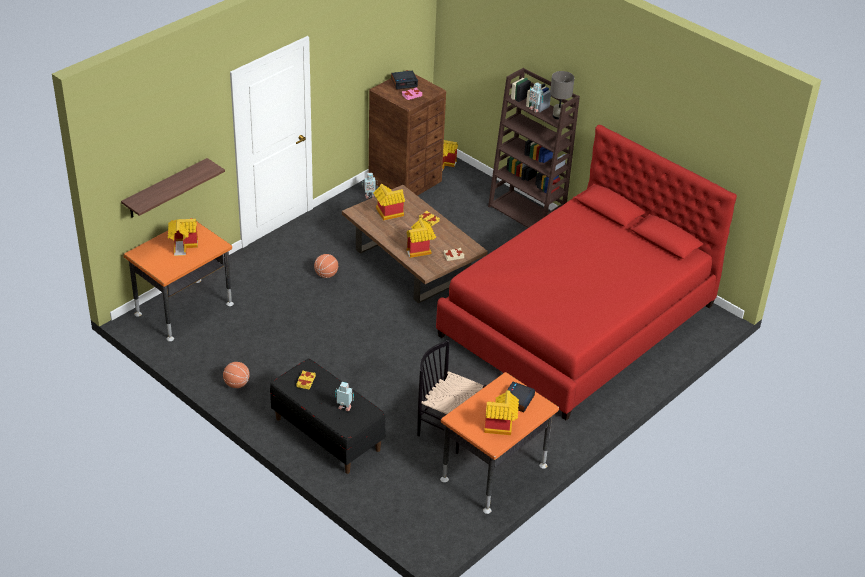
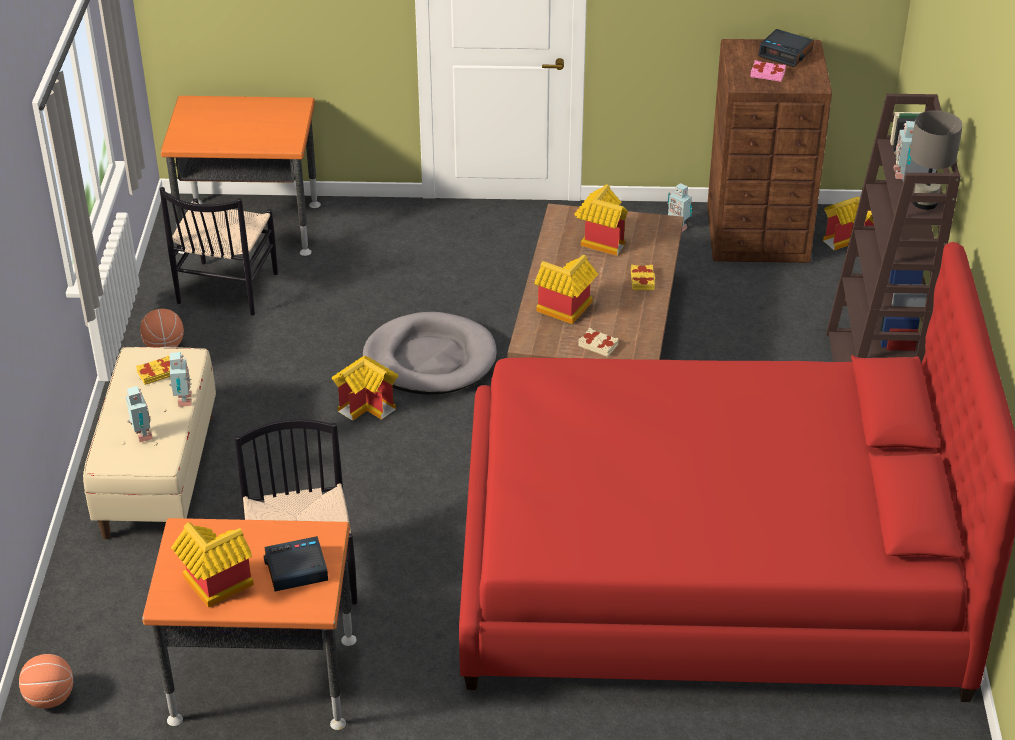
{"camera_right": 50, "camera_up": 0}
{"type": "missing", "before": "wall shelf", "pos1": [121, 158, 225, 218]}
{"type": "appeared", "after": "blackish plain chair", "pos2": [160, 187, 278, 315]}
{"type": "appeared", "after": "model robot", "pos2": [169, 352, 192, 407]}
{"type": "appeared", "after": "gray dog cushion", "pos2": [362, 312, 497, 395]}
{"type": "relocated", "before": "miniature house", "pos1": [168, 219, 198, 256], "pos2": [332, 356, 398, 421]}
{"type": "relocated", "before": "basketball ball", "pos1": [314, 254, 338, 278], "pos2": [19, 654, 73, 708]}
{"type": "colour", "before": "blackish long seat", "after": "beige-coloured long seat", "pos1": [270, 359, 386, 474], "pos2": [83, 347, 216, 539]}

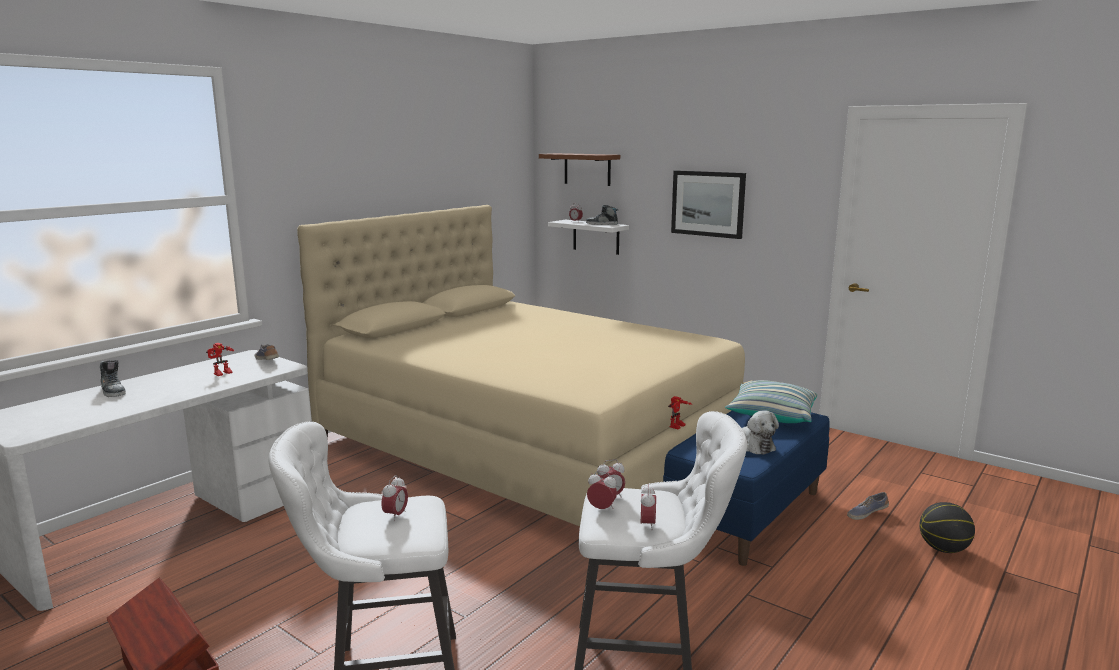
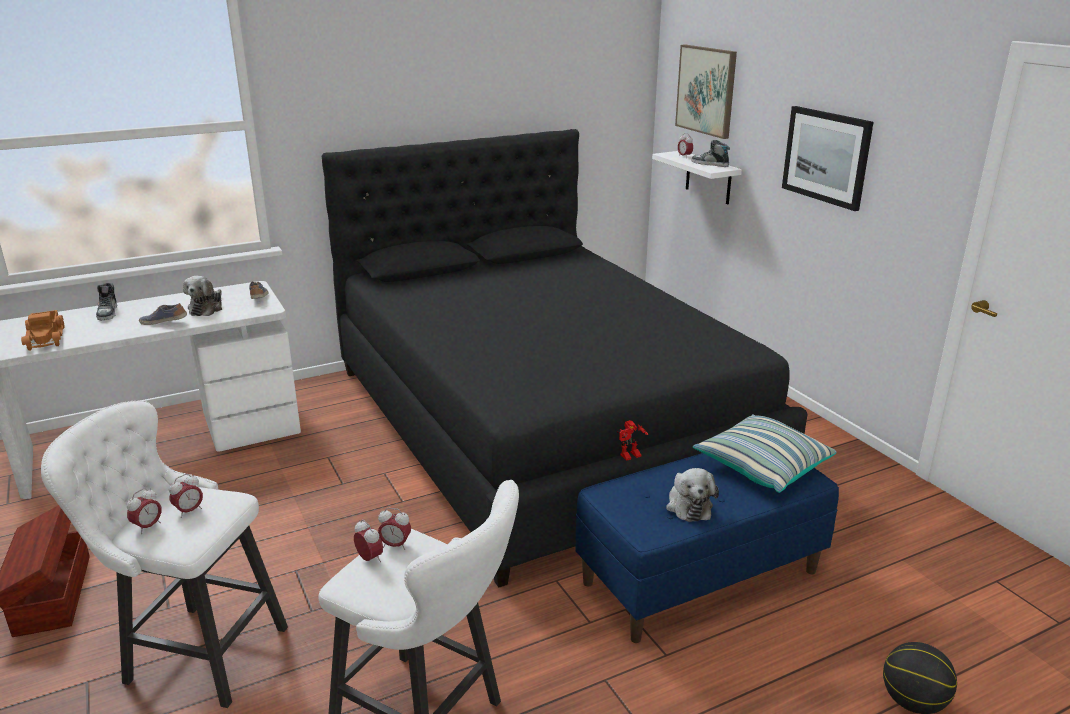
{"camera_right": 25, "camera_up": 10}
{"type": "appeared", "after": "model truck", "pos2": [21, 310, 65, 351]}
{"type": "relocated", "before": "table clock", "pos1": [641, 484, 656, 531], "pos2": [127, 488, 161, 534]}
{"type": "relocated", "before": "item of footwear", "pos1": [847, 492, 889, 520], "pos2": [139, 303, 187, 325]}
{"type": "exchanged", "before": "model robot", "after": "soft toy", "pos1": [206, 343, 234, 376], "pos2": [183, 276, 222, 316]}
{"type": "exchanged", "before": "brownish wall shelf", "after": "wall picture", "pos1": [539, 153, 620, 186], "pos2": [675, 44, 737, 139]}
{"type": "colour", "before": "beige-coloured sleeping bed", "after": "blackish sleeping bed", "pos1": [297, 205, 751, 526], "pos2": [321, 129, 808, 588]}

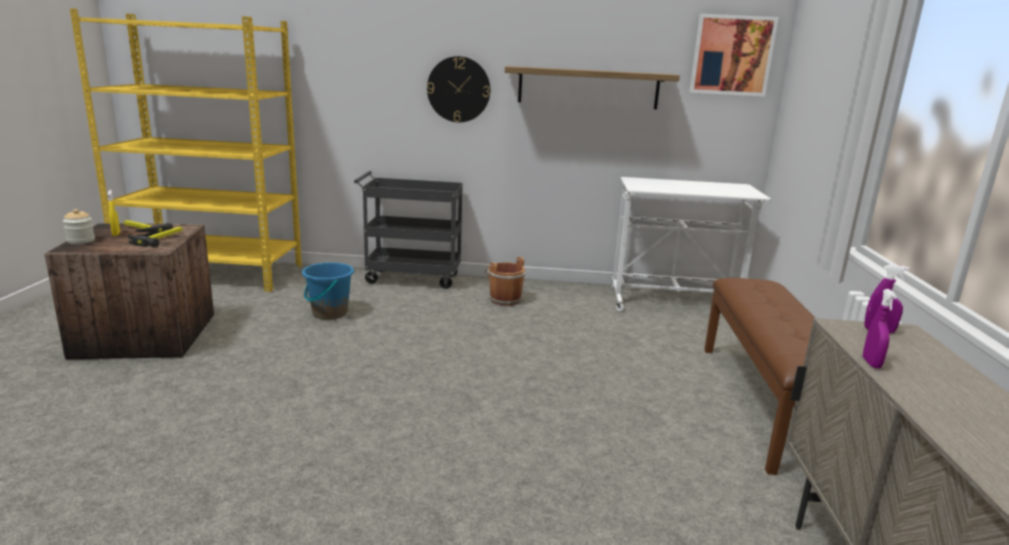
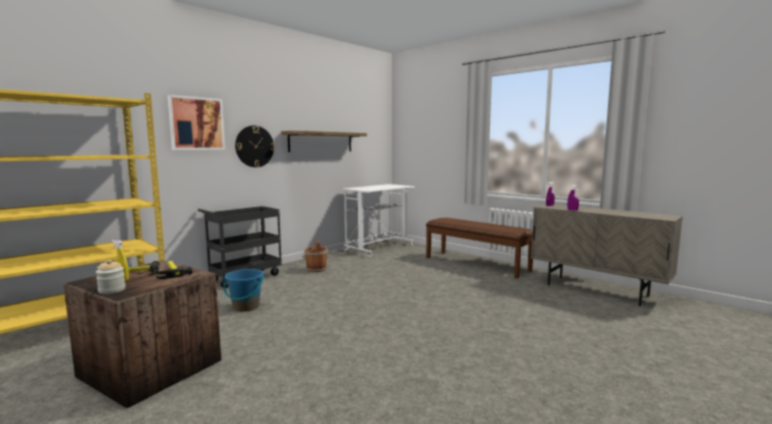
{"camera_right": -50, "camera_up": -10}
{"type": "relocated", "before": "wall picture", "pos1": [689, 14, 779, 96], "pos2": [168, 95, 225, 150]}

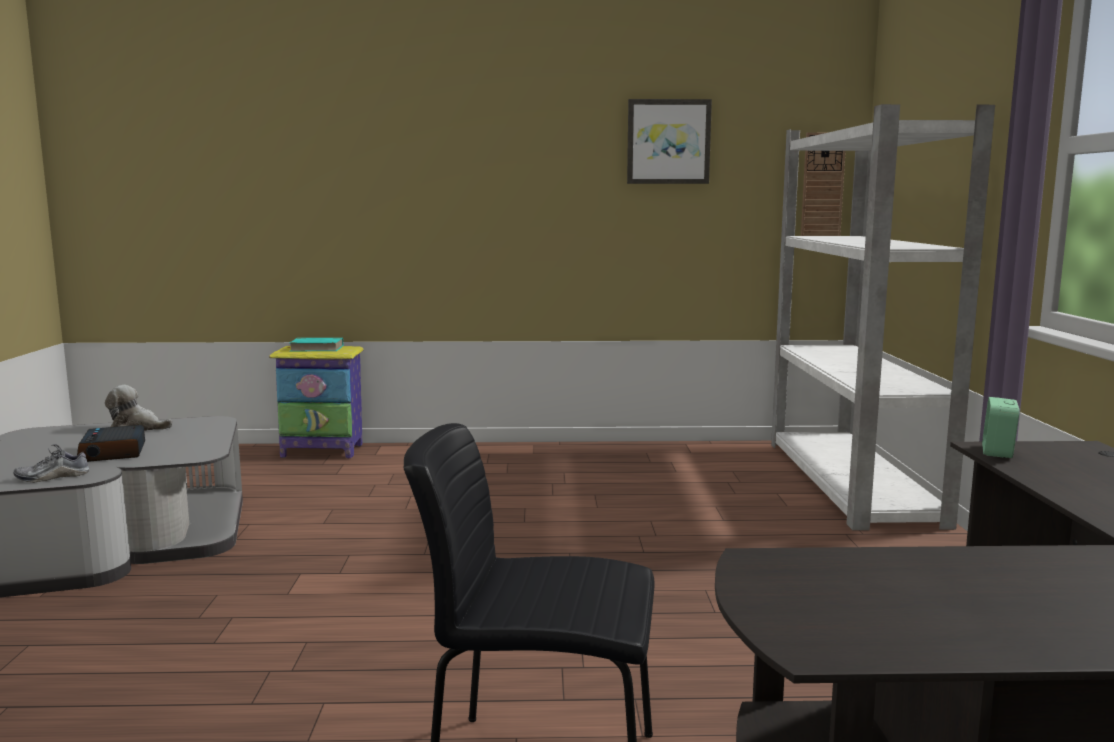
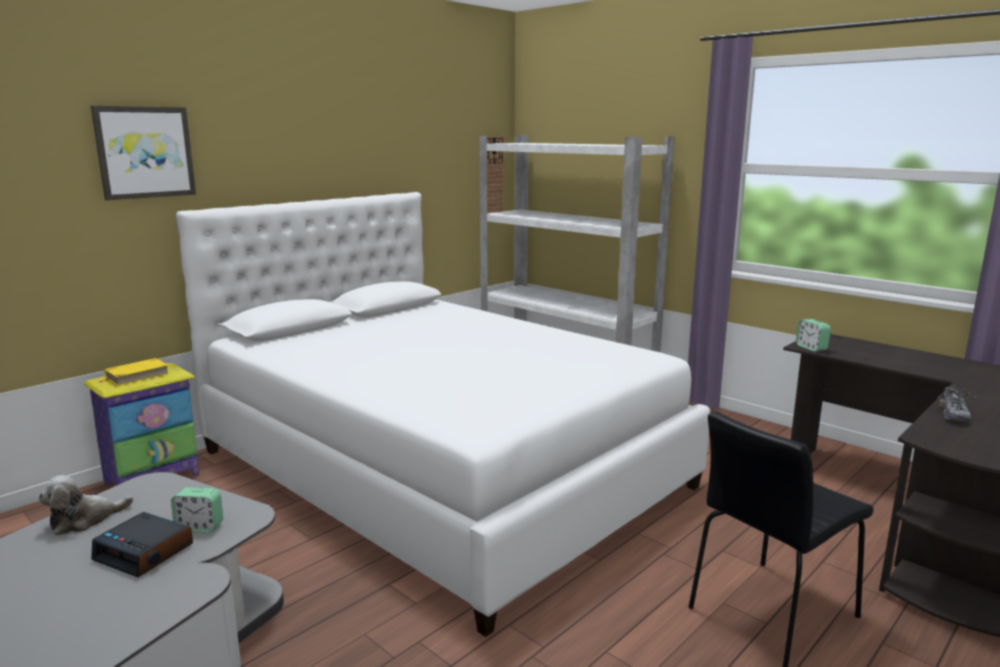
{"camera_right": -45, "camera_up": 5}
{"type": "appeared", "after": "table clock", "pos2": [171, 487, 223, 533]}
{"type": "appeared", "after": "white sleeping bed", "pos2": [176, 192, 710, 637]}
{"type": "relocated", "before": "item of footwear", "pos1": [14, 444, 90, 483], "pos2": [938, 385, 975, 422]}
{"type": "relocated", "before": "wall picture", "pos1": [627, 99, 712, 184], "pos2": [91, 105, 196, 200]}
{"type": "colour", "before": "turquoise book", "after": "yellow book", "pos1": [288, 338, 343, 351], "pos2": [100, 358, 170, 386]}

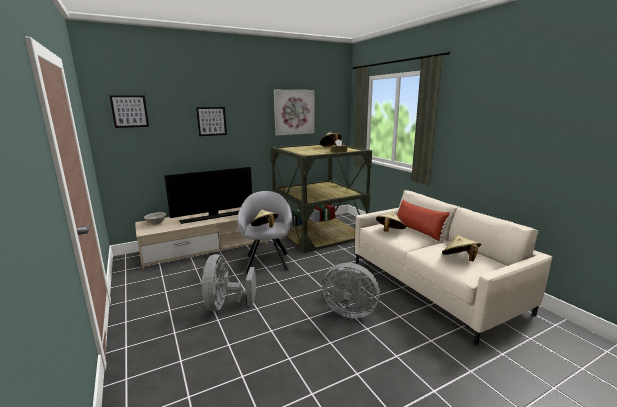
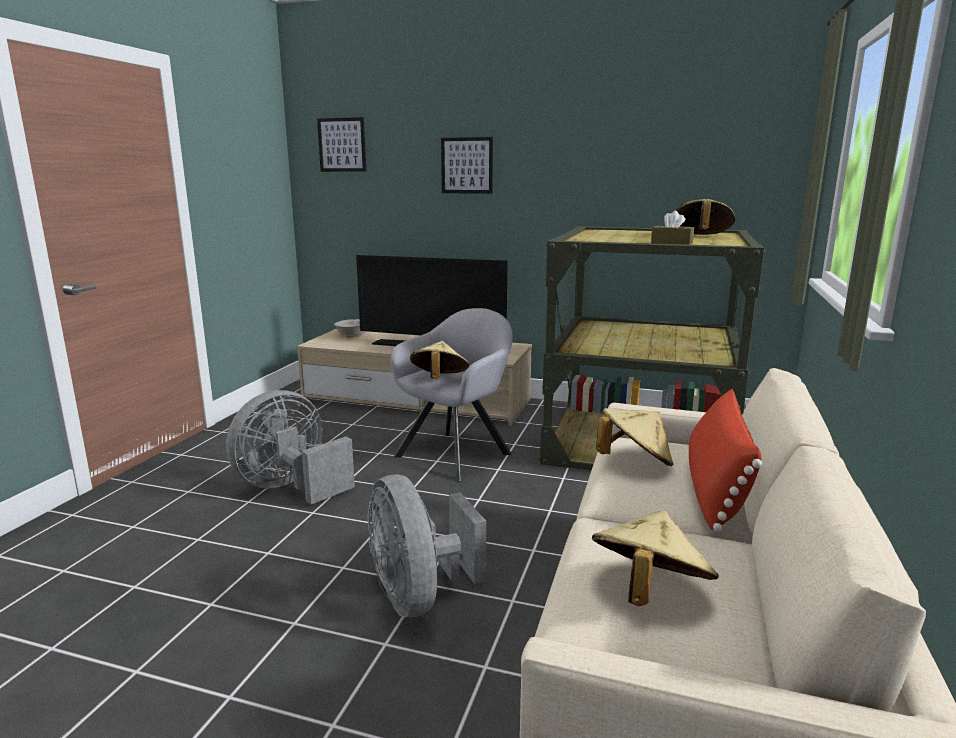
{"camera_right": 45, "camera_up": 0}
{"type": "missing", "before": "wall picture", "pos1": [274, 90, 315, 136]}

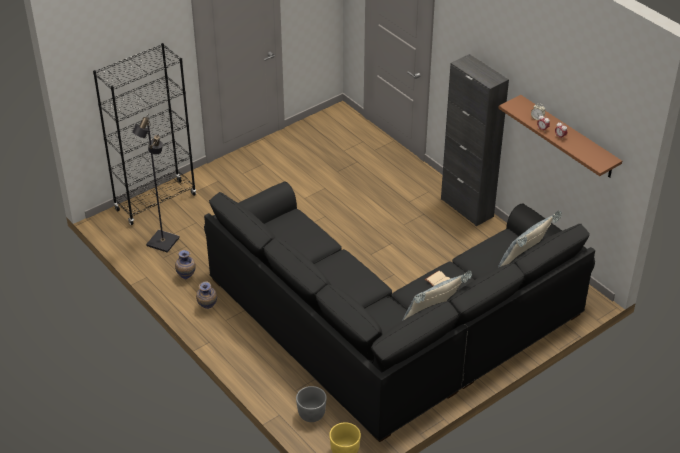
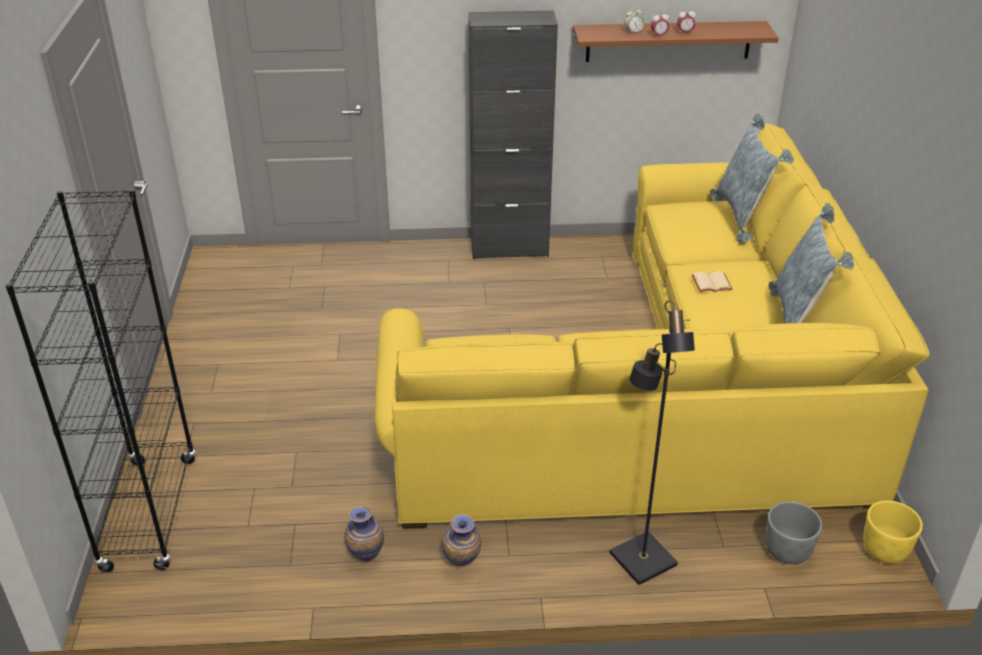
{"camera_right": -55, "camera_up": -5}
{"type": "relocated", "before": "blackish floor lamp", "pos1": [132, 114, 180, 253], "pos2": [609, 300, 695, 585]}
{"type": "colour", "before": "blackish settee", "after": "yellow settee", "pos1": [204, 182, 595, 442], "pos2": [375, 123, 929, 529]}

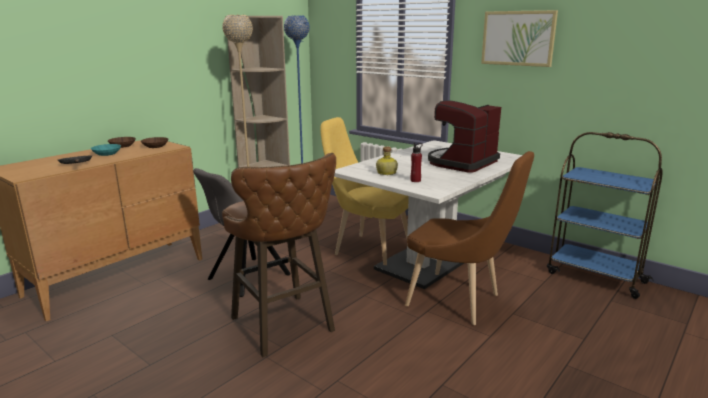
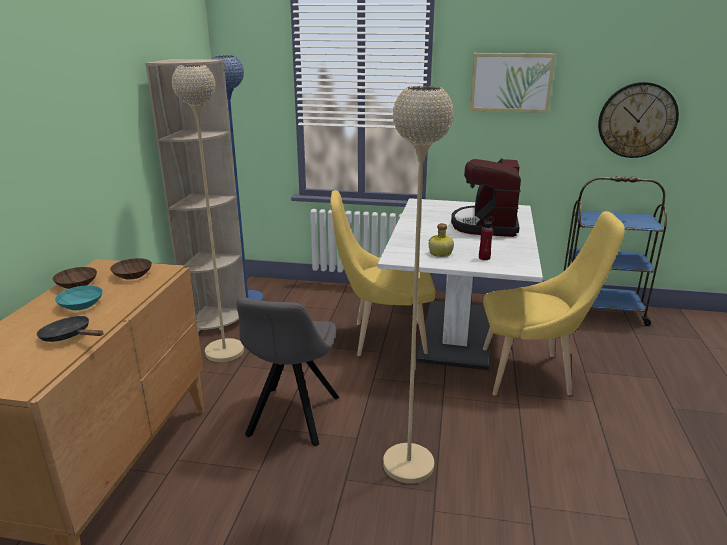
{"camera_right": -30, "camera_up": 5}
{"type": "appeared", "after": "wall clock", "pos2": [598, 82, 679, 158]}
{"type": "exchanged", "before": "brownish stool seat", "after": "beige-coloured floor lamp", "pos1": [222, 153, 336, 357], "pos2": [383, 86, 454, 484]}
{"type": "colour", "before": "brownish plain chair", "after": "yellow plain chair", "pos1": [405, 151, 534, 325], "pos2": [483, 211, 625, 396]}

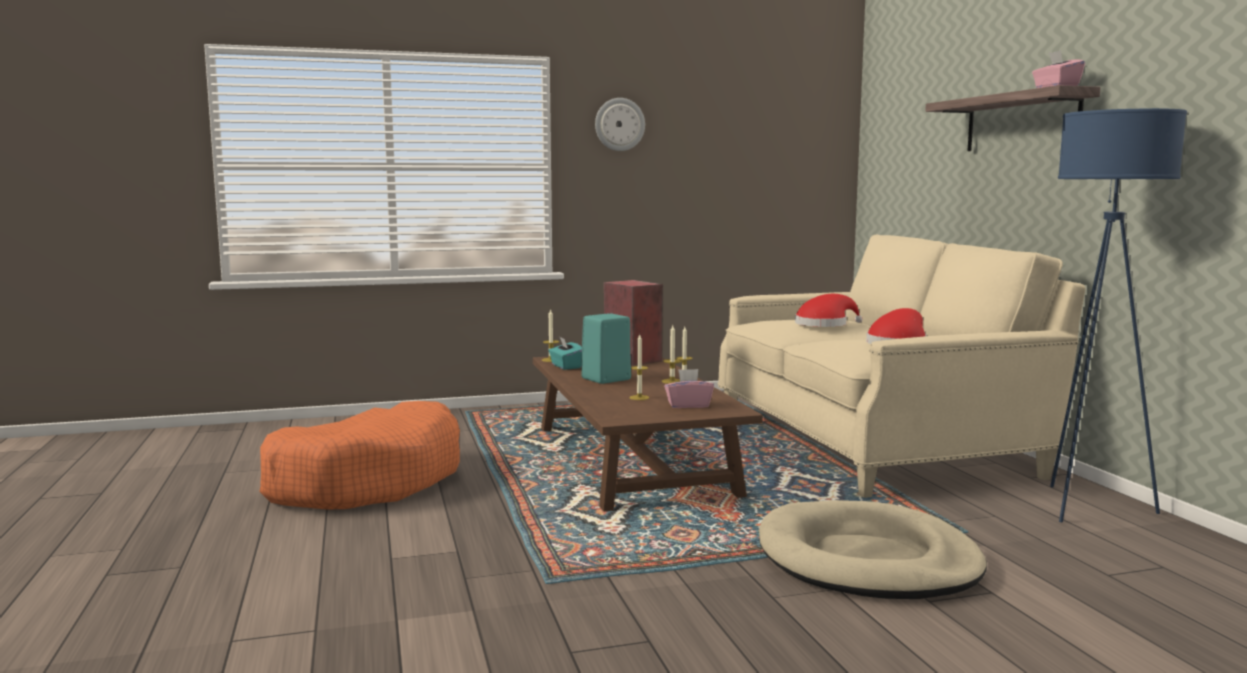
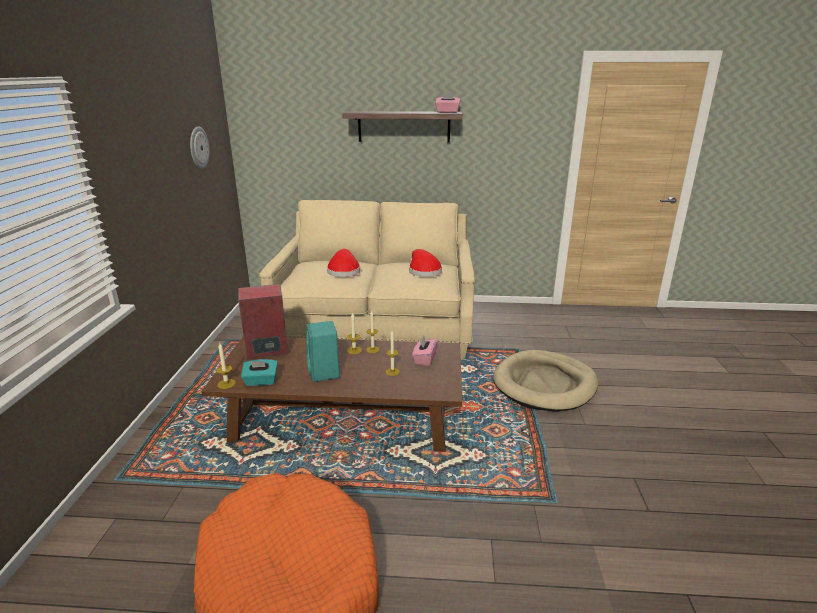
{"camera_right": -70, "camera_up": 15}
{"type": "missing", "before": "blue-coloured floor lamp", "pos1": [1050, 108, 1187, 522]}
{"type": "relocated", "before": "wall clock", "pos1": [595, 98, 645, 151], "pos2": [190, 127, 209, 169]}

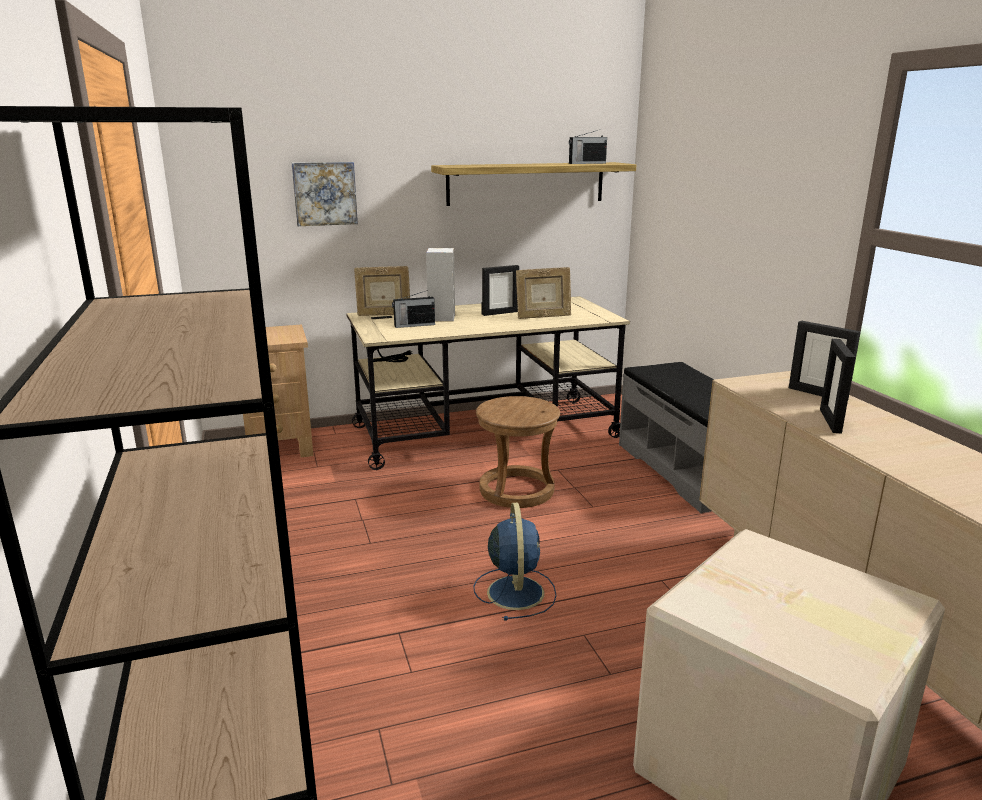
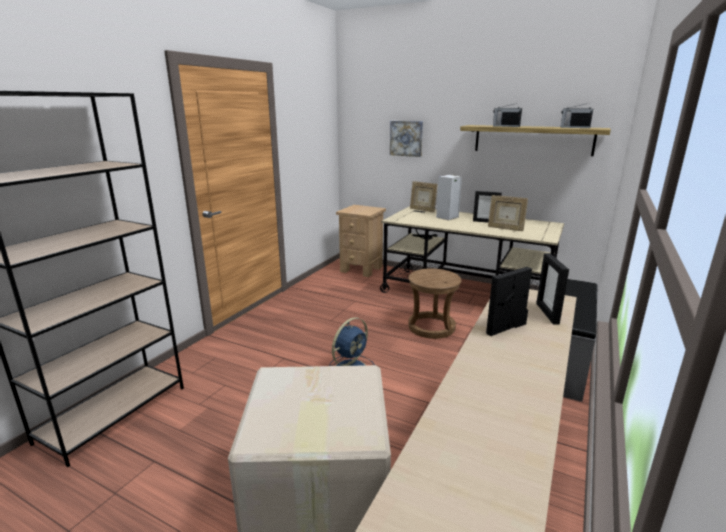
{"camera_right": 45, "camera_up": 0}
{"type": "relocated", "before": "radio", "pos1": [392, 290, 435, 328], "pos2": [493, 103, 522, 127]}

